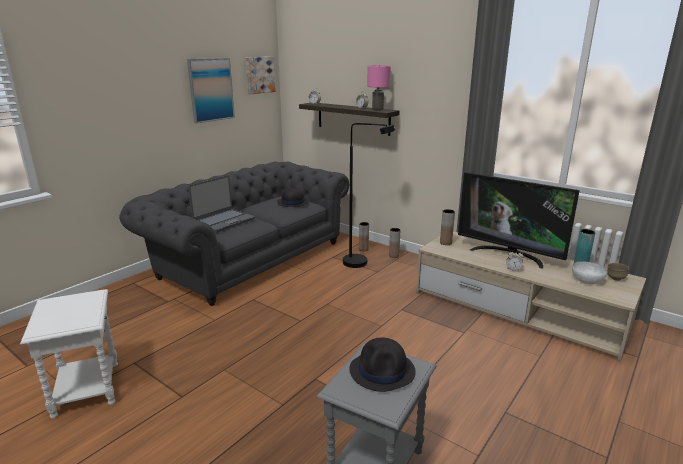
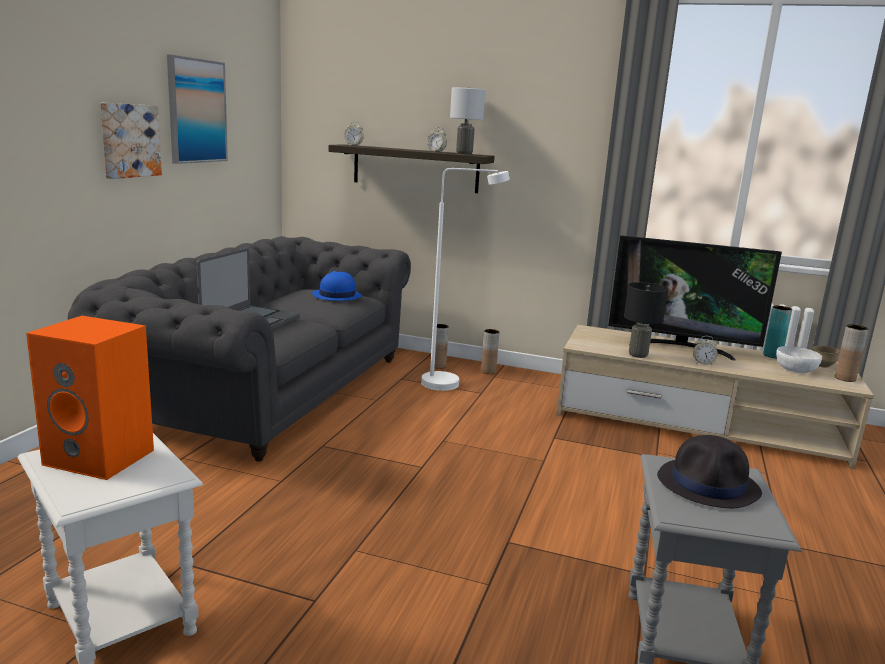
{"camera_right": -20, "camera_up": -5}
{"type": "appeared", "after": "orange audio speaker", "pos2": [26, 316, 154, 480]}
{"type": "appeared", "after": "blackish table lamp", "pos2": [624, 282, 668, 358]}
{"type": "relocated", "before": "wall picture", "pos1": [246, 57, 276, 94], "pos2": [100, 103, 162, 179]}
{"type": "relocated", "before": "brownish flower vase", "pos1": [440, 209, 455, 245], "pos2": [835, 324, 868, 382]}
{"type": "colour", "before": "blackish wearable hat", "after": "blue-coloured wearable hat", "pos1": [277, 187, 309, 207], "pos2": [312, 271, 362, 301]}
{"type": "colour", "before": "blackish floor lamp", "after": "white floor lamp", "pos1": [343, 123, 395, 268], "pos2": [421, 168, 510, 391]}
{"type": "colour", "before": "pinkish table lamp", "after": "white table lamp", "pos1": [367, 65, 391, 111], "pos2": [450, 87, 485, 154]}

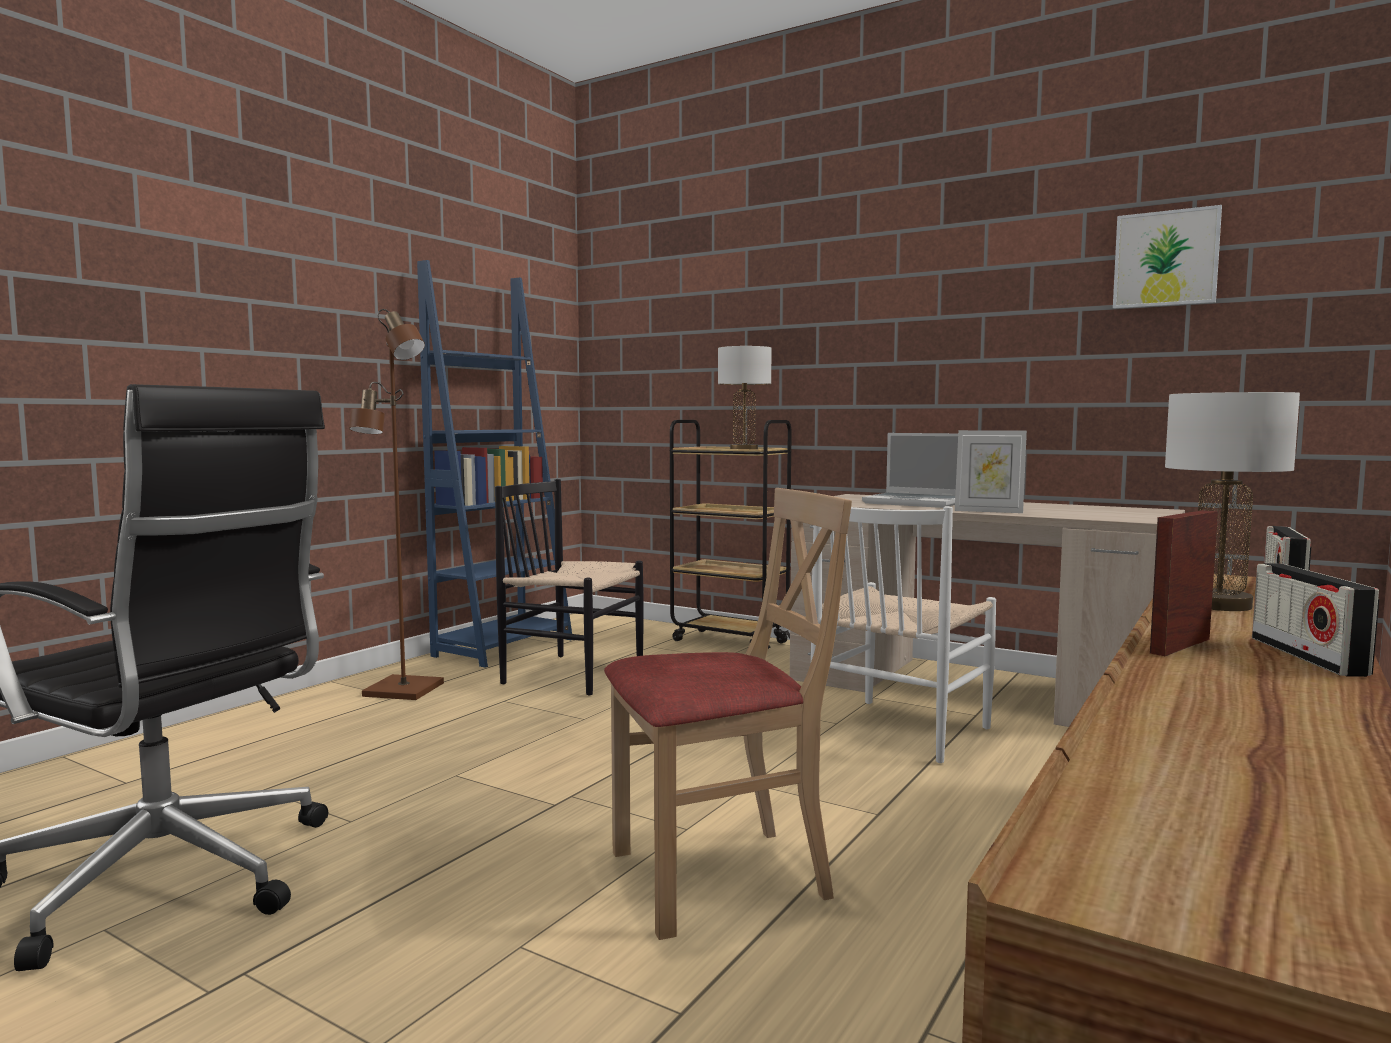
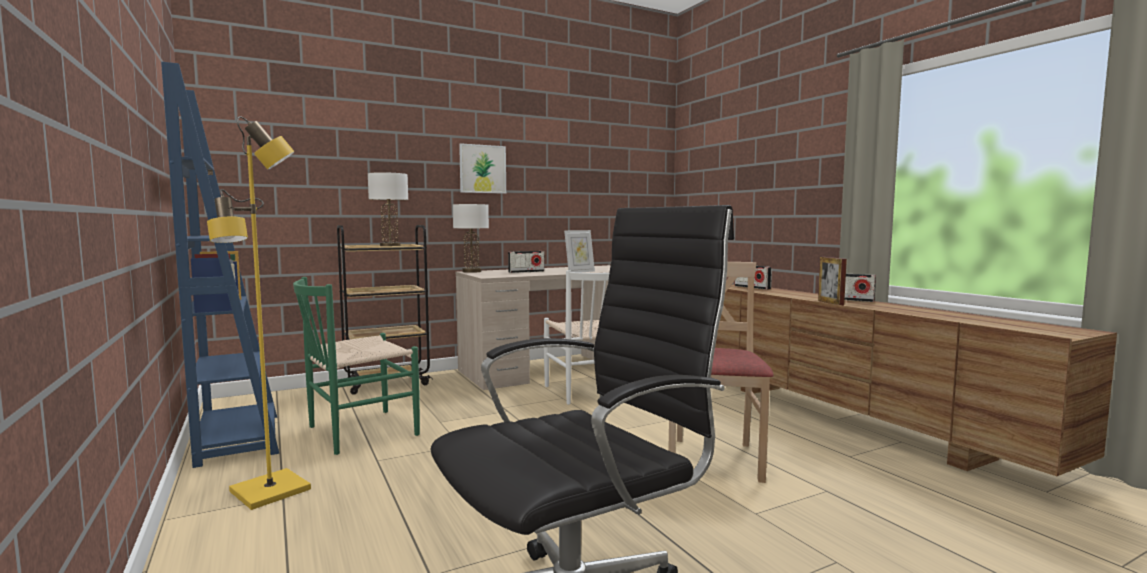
{"camera_right": -60, "camera_up": 0}
{"type": "relocated", "before": "wall picture", "pos1": [1113, 205, 1222, 309], "pos2": [459, 143, 506, 194]}
{"type": "relocated", "before": "table lamp", "pos1": [1165, 392, 1300, 611], "pos2": [453, 204, 489, 273]}
{"type": "exchanged", "before": "portable computer", "after": "radio", "pos1": [862, 433, 958, 508], "pos2": [508, 251, 544, 273]}
{"type": "colour", "before": "brownish floor lamp", "after": "yellow floor lamp", "pos1": [349, 309, 444, 700], "pos2": [207, 116, 311, 510]}
{"type": "colour", "before": "blackish plain chair", "after": "greenish plain chair", "pos1": [495, 479, 644, 696], "pos2": [293, 277, 420, 455]}

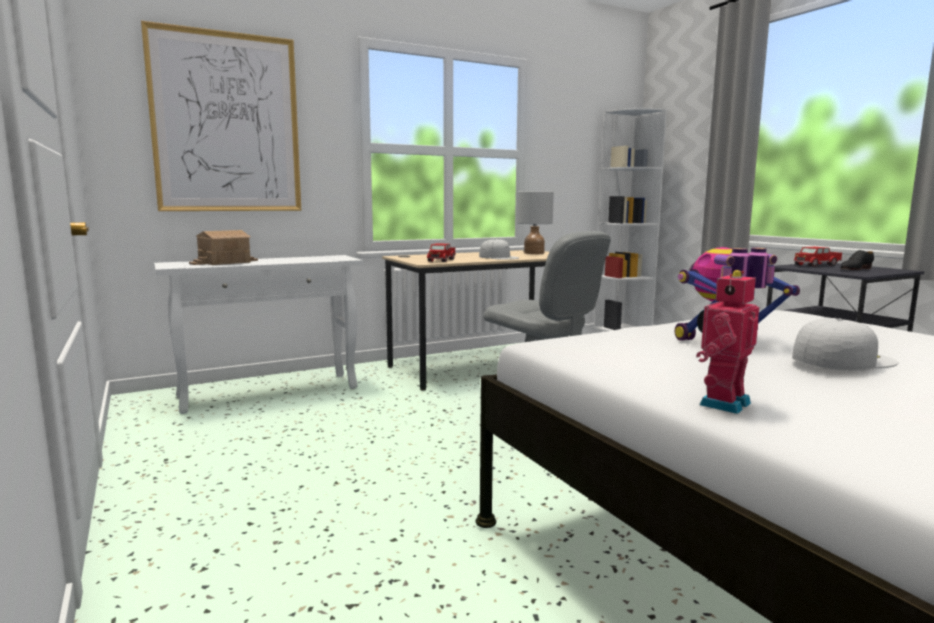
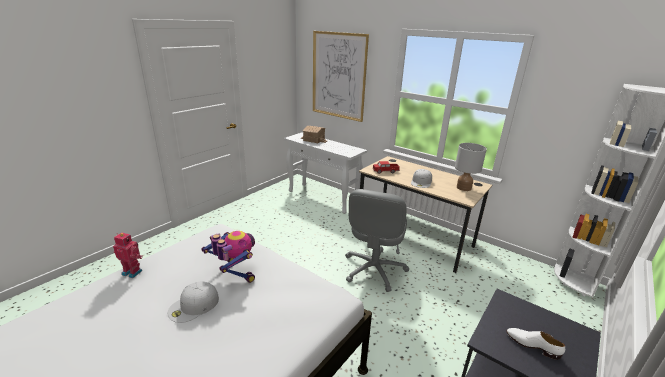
{"camera_right": 65, "camera_up": 15}
{"type": "missing", "before": "model truck", "pos1": [794, 247, 842, 267]}
{"type": "colour", "before": "blackish item of footwear", "after": "white item of footwear", "pos1": [840, 250, 874, 270], "pos2": [506, 328, 565, 360]}
{"type": "spun", "before": "white cap", "pos1": [792, 318, 898, 371], "pos2": [168, 281, 219, 323], "turn": 90}

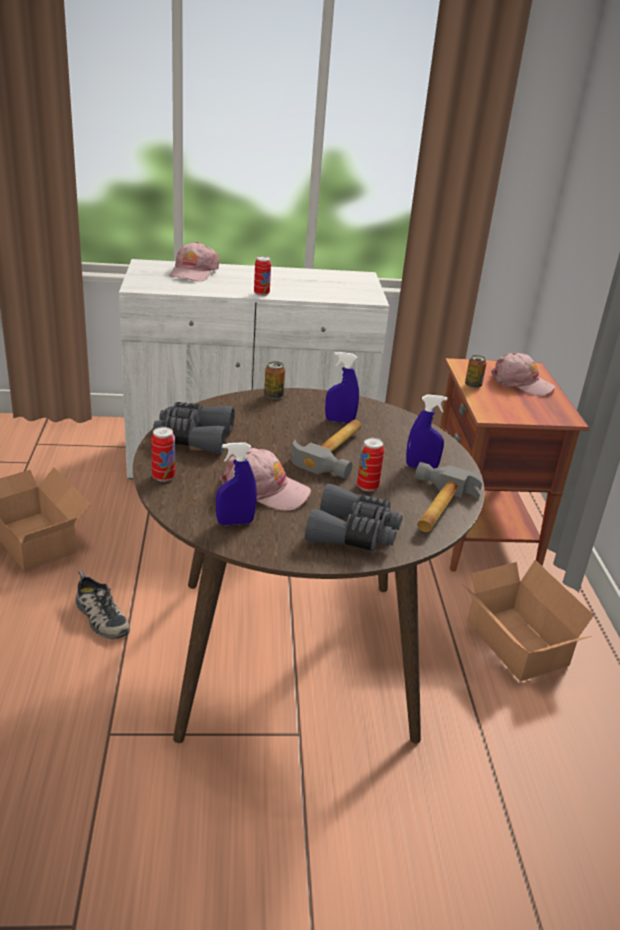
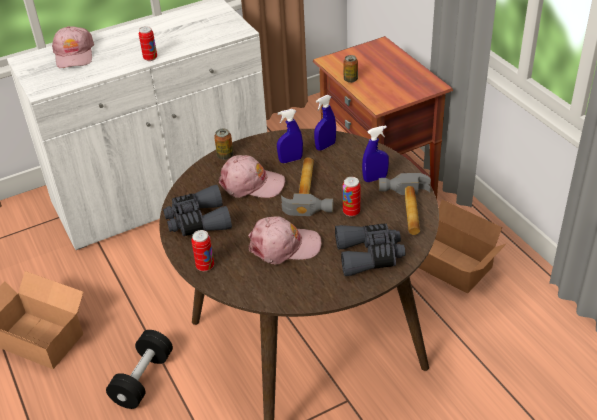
{"camera_right": -20, "camera_up": 10}
{"type": "relocated", "before": "blue-coloured spray bottle", "pos1": [216, 442, 257, 525], "pos2": [314, 95, 336, 151]}
{"type": "relocated", "before": "pinkish cap", "pos1": [491, 352, 555, 396], "pos2": [219, 155, 285, 198]}
{"type": "exchanged", "before": "item of footwear", "after": "blackish free weight", "pos1": [76, 571, 130, 639], "pos2": [106, 330, 173, 409]}

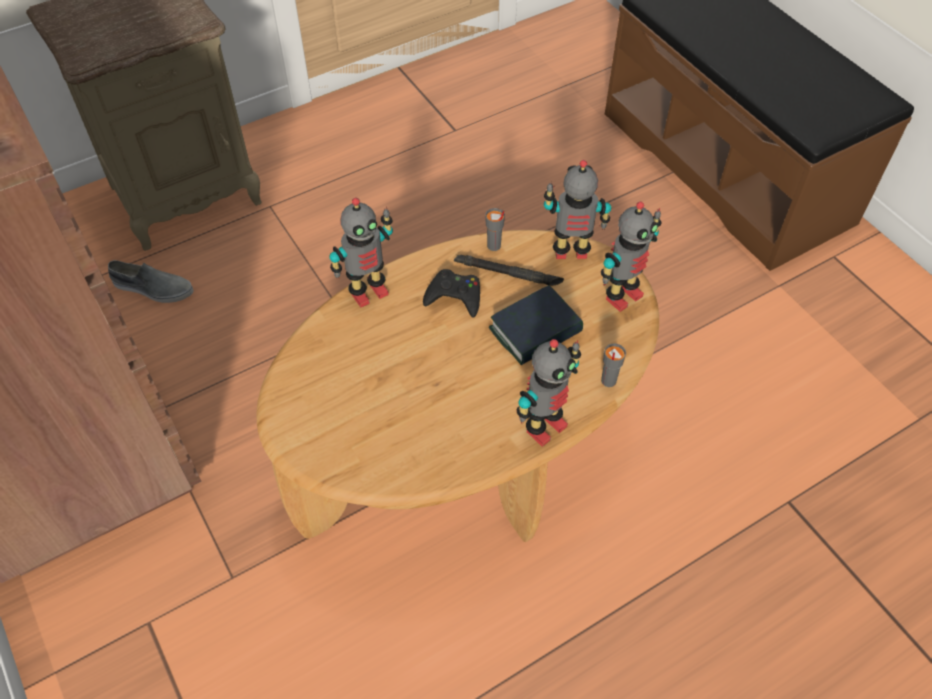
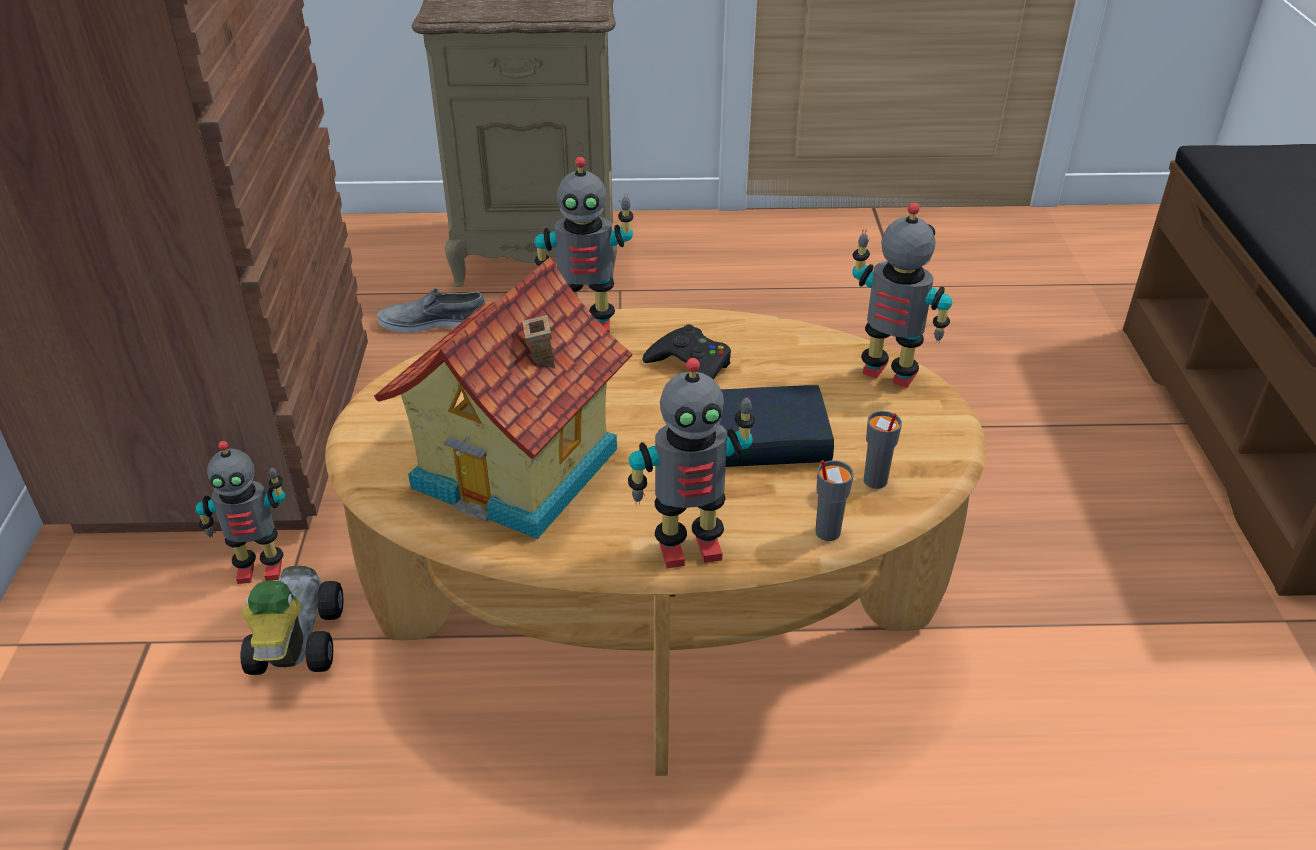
{"camera_right": 30, "camera_up": -15}
{"type": "missing", "before": "blackish hand torch", "pos1": [454, 255, 564, 286]}
{"type": "appeared", "after": "model car", "pos2": [240, 566, 343, 675]}
{"type": "appeared", "after": "miniature house", "pos2": [374, 257, 632, 539]}
{"type": "relocated", "before": "gray drinking cup", "pos1": [485, 208, 505, 251], "pos2": [864, 411, 902, 489]}
{"type": "relocated", "before": "model robot", "pos1": [601, 202, 662, 312], "pos2": [196, 441, 285, 584]}
{"type": "spun", "before": "gray item of footwear", "pos1": [108, 260, 194, 303], "pos2": [377, 288, 485, 333], "turn": 135}

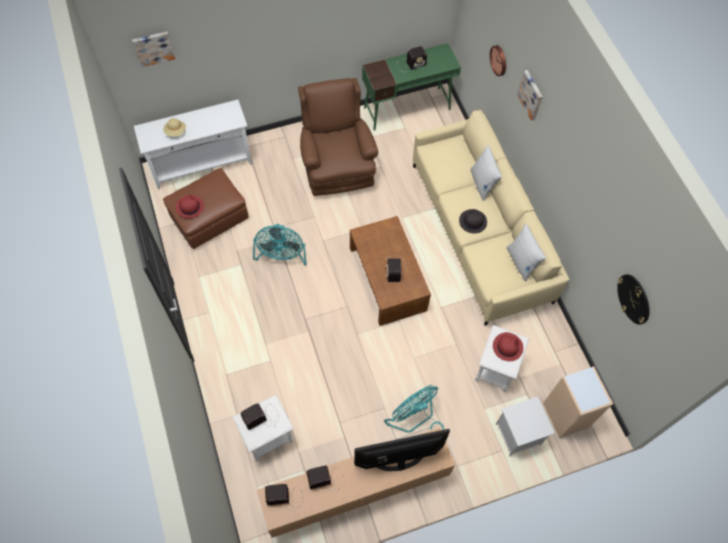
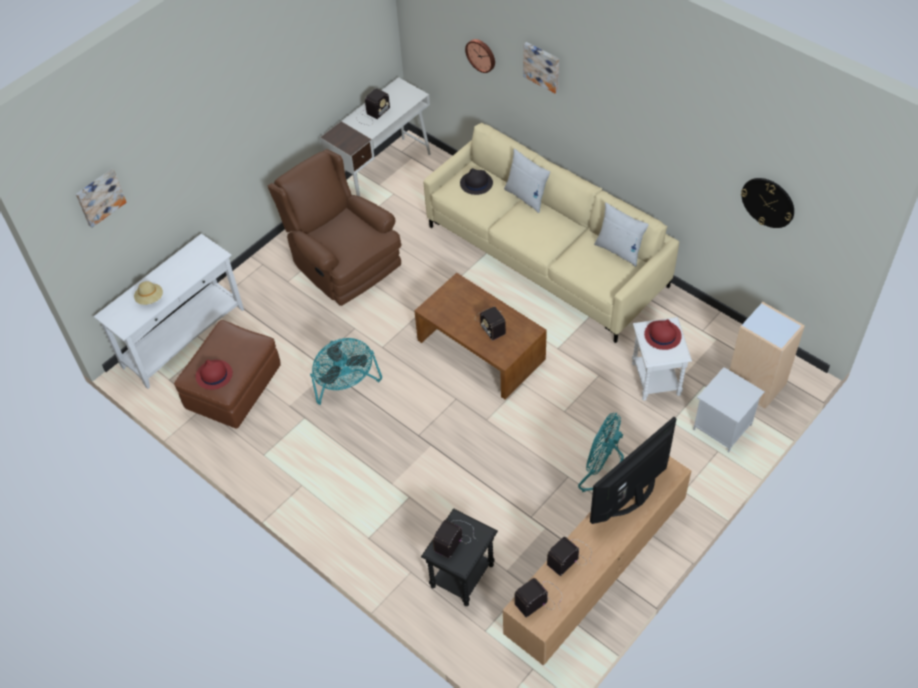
{"camera_right": -25, "camera_up": -10}
{"type": "relocated", "before": "blackish wearable hat", "pos1": [459, 209, 487, 233], "pos2": [460, 168, 493, 195]}
{"type": "colour", "before": "white end table", "after": "blackish end table", "pos1": [232, 395, 294, 461], "pos2": [421, 508, 498, 606]}
{"type": "colour", "before": "greenish desk unit", "after": "white desk unit", "pos1": [362, 43, 461, 131], "pos2": [320, 77, 431, 196]}

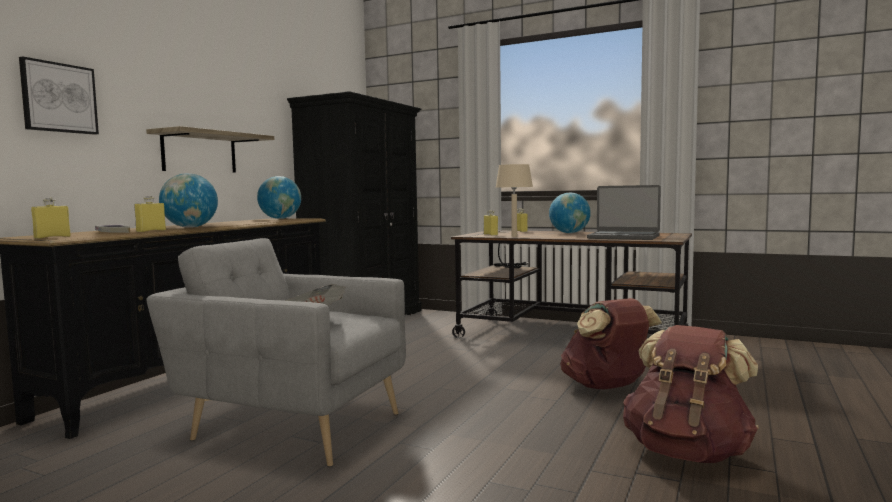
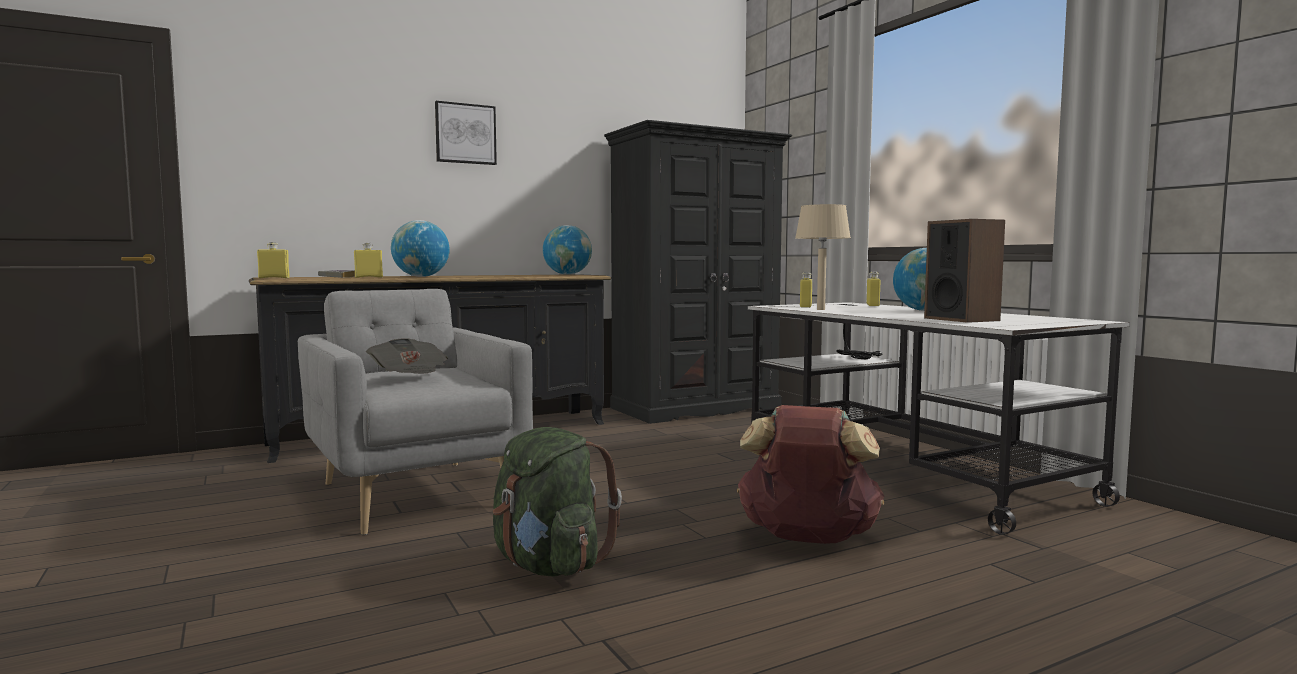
{"camera_right": 35, "camera_up": 0}
{"type": "missing", "before": "wall shelf", "pos1": [146, 126, 274, 173]}
{"type": "missing", "before": "brownish knapsack", "pos1": [623, 325, 759, 463]}
{"type": "appeared", "after": "greenish knapsack", "pos2": [493, 427, 622, 577]}
{"type": "relocated", "before": "wall picture", "pos1": [19, 56, 99, 135], "pos2": [435, 101, 497, 165]}
{"type": "exchanged", "before": "portable computer", "after": "audio speaker", "pos1": [587, 185, 661, 240], "pos2": [924, 219, 1005, 323]}
{"type": "colour", "before": "brownish desk unit", "after": "white desk unit", "pos1": [451, 230, 692, 338], "pos2": [748, 302, 1129, 535]}

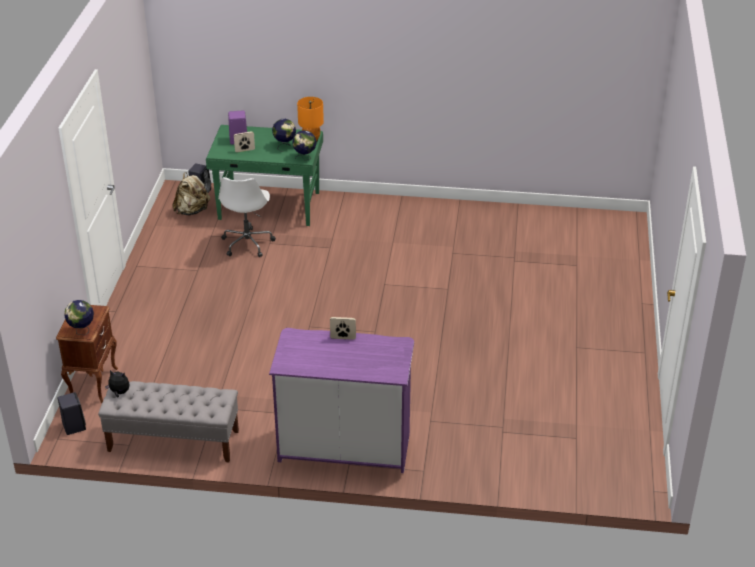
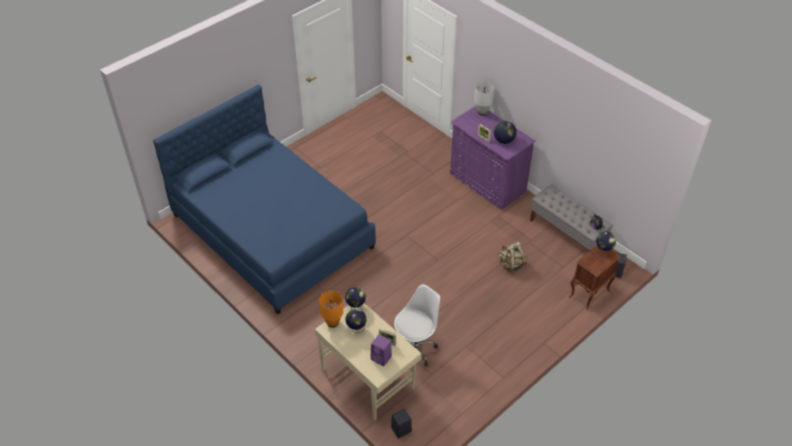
{"camera_right": -140, "camera_up": 10}
{"type": "appeared", "after": "blue-coloured sleeping bed", "pos2": [153, 85, 376, 314]}
{"type": "appeared", "after": "white table lamp", "pos2": [474, 82, 494, 115]}
{"type": "appeared", "after": "world globe", "pos2": [494, 121, 517, 144]}
{"type": "relocated", "before": "beige-coloured knapsack", "pos1": [172, 172, 210, 215], "pos2": [498, 242, 527, 273]}
{"type": "colour", "before": "greenish desk unit", "after": "beige-coloured desk unit", "pos1": [206, 125, 323, 226], "pos2": [314, 303, 422, 421]}

